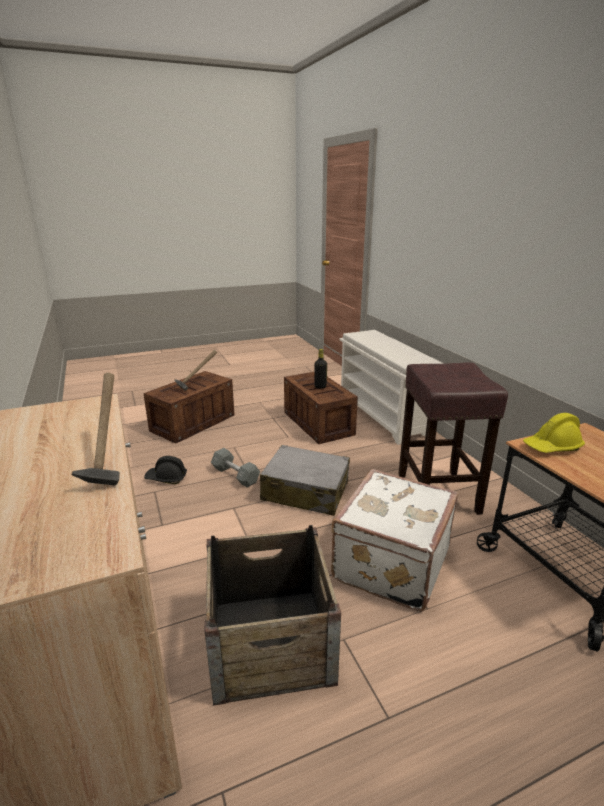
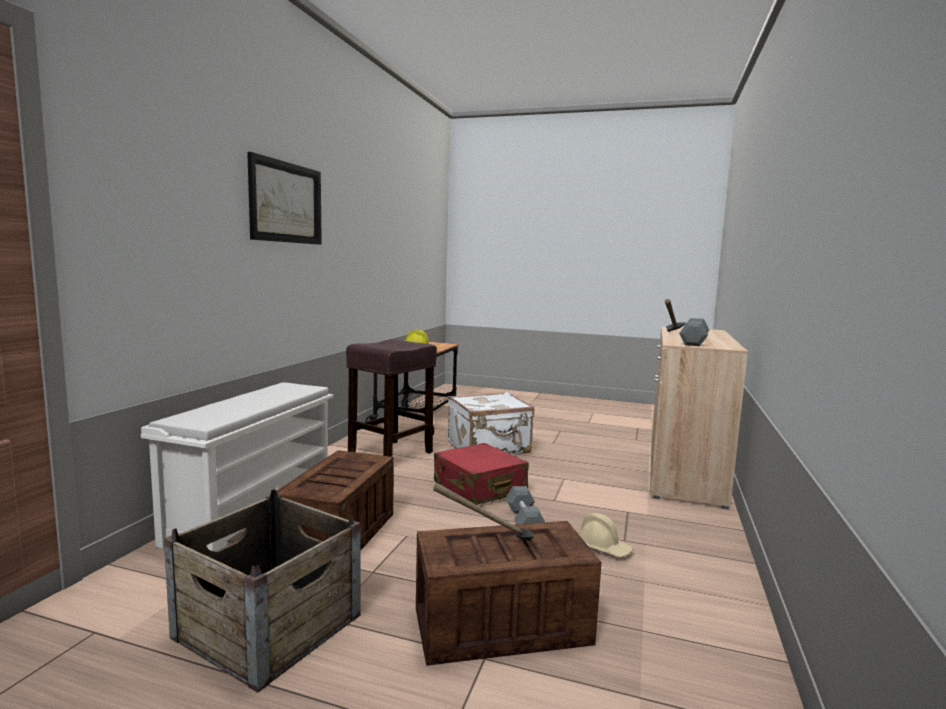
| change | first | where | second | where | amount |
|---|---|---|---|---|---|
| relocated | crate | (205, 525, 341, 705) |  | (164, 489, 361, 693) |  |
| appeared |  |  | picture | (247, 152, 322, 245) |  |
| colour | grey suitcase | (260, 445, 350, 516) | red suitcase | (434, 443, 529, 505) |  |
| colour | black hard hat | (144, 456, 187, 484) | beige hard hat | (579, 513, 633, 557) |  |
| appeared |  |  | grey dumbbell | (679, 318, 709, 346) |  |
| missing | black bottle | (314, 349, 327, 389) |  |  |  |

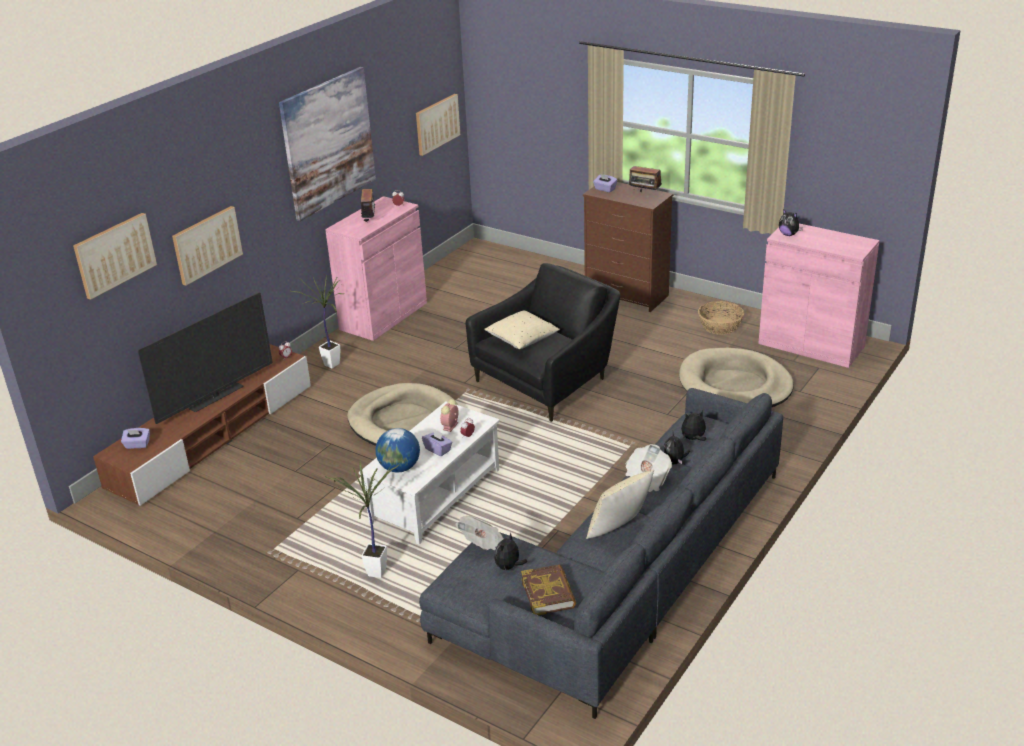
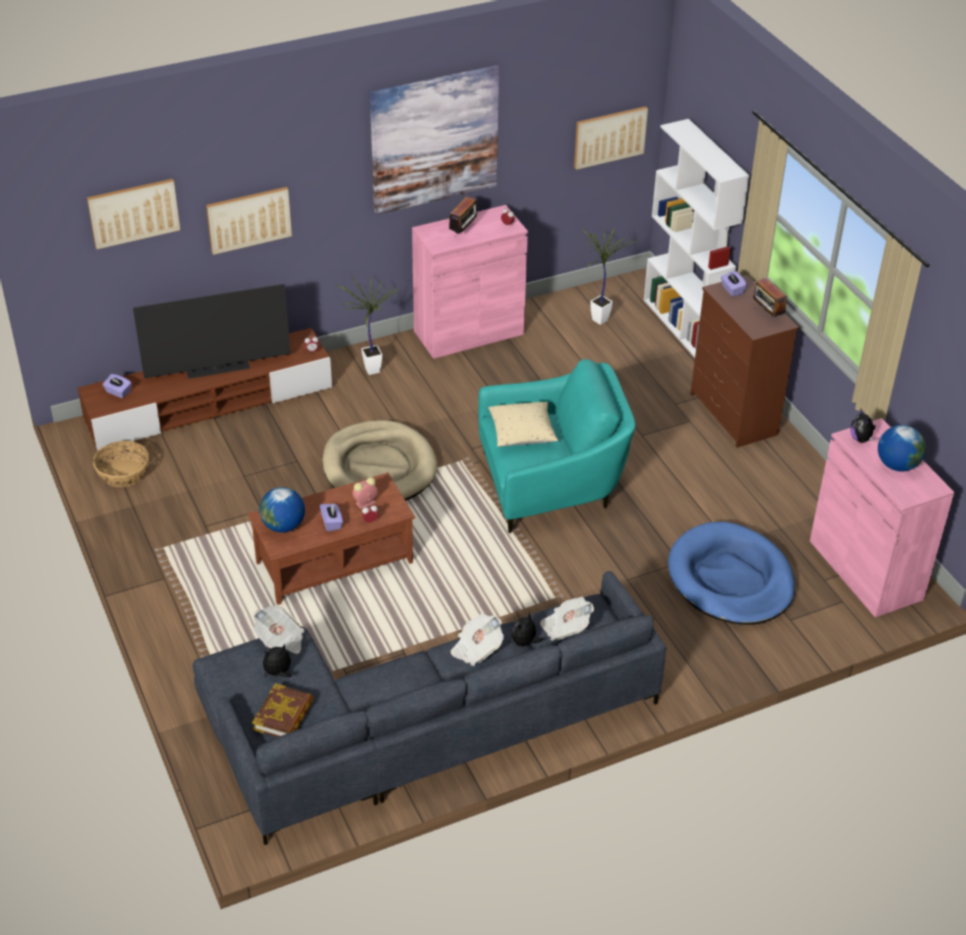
| change | first | where | second | where | amount |
|---|---|---|---|---|---|
| relocated | basket | (698, 301, 744, 335) |  | (93, 441, 149, 487) |  |
| colour | white coffee table | (359, 401, 500, 545) | brown coffee table | (248, 473, 415, 605) |  |
| colour | black armchair | (466, 263, 620, 422) | turquoise armchair | (478, 359, 636, 533) |  |
| exchanged | plush toy | (681, 410, 706, 441) | newspaper | (540, 597, 594, 641) |  |
| relocated | potted plant | (325, 461, 400, 578) |  | (581, 228, 639, 325) |  |
| appeared |  |  | white bookcase | (644, 119, 749, 358) |  |
| colour | beige dog bed | (679, 348, 794, 407) | blue dog bed | (668, 522, 795, 625) |  |
| appeared |  |  | globe | (878, 425, 926, 471) |  |
| missing | beige pillow | (586, 470, 654, 539) |  |  |  |

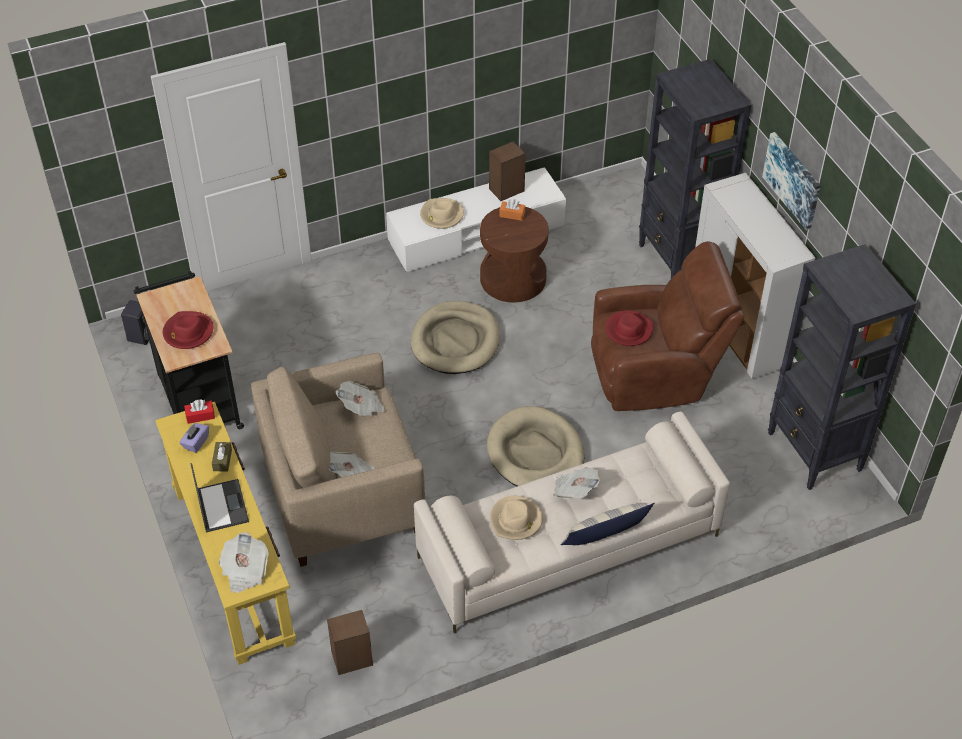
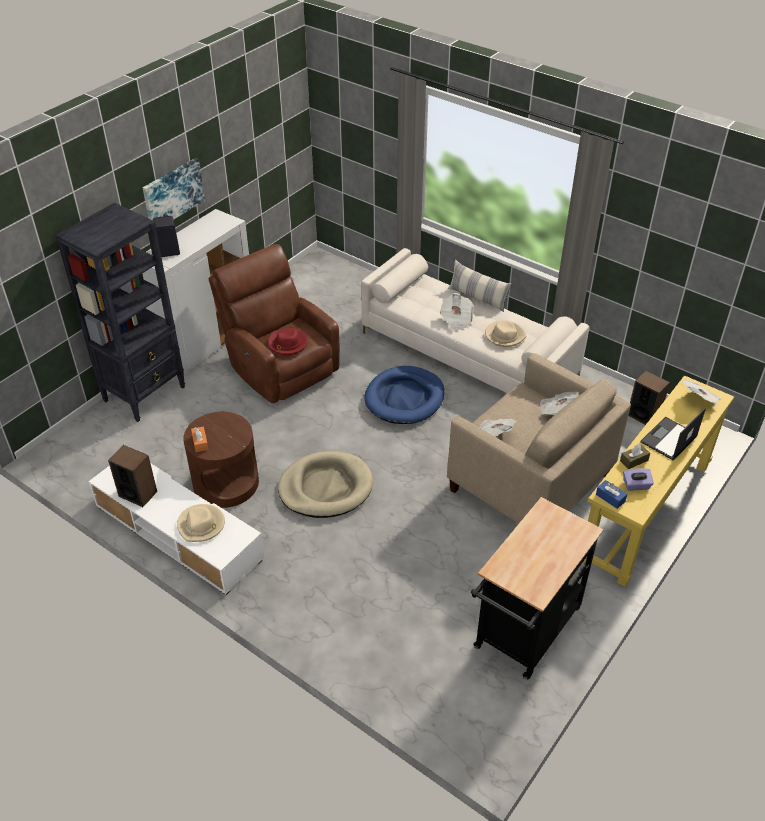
| change | first | where | second | where | amount |
|---|---|---|---|---|---|
| relocated | black speaker | (121, 300, 149, 345) |  | (153, 216, 180, 257) |  |
| colour | beige dog bed | (487, 406, 584, 487) | blue dog bed | (364, 366, 444, 424) |  |
| colour | red tissue box | (184, 399, 215, 424) | blue tissue box | (596, 480, 627, 509) |  |
| missing | red hat | (163, 311, 214, 349) |  |  |  |
| missing | black bookcase | (768, 244, 916, 490) |  |  |  |

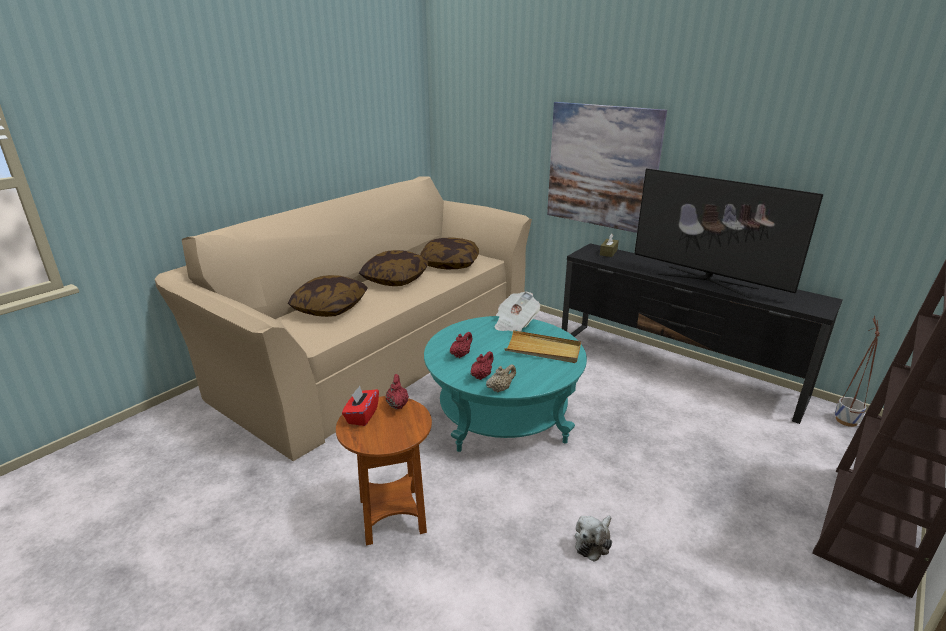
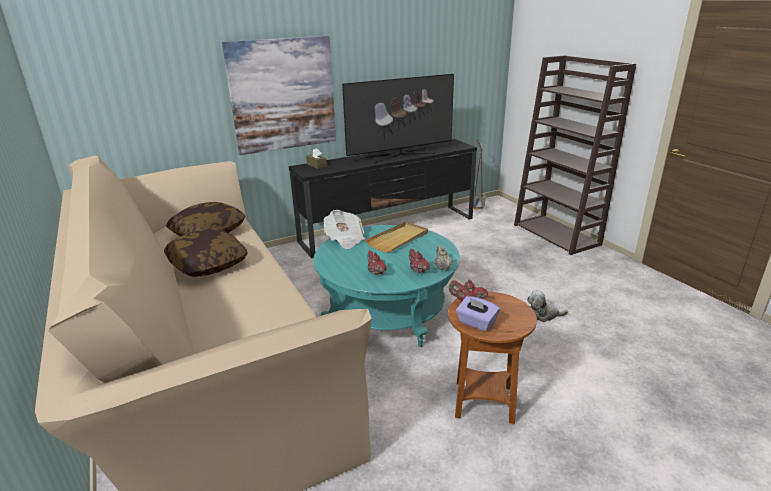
| change | first | where | second | where | amount |
|---|---|---|---|---|---|
| colour | red tissue box | (342, 386, 379, 426) | purple tissue box | (456, 296, 500, 331) |  |
| spun | plush toy | (575, 516, 612, 562) |  | (527, 290, 568, 322) | 120 degrees clockwise |
| missing | pillow | (288, 275, 368, 317) |  |  |  |

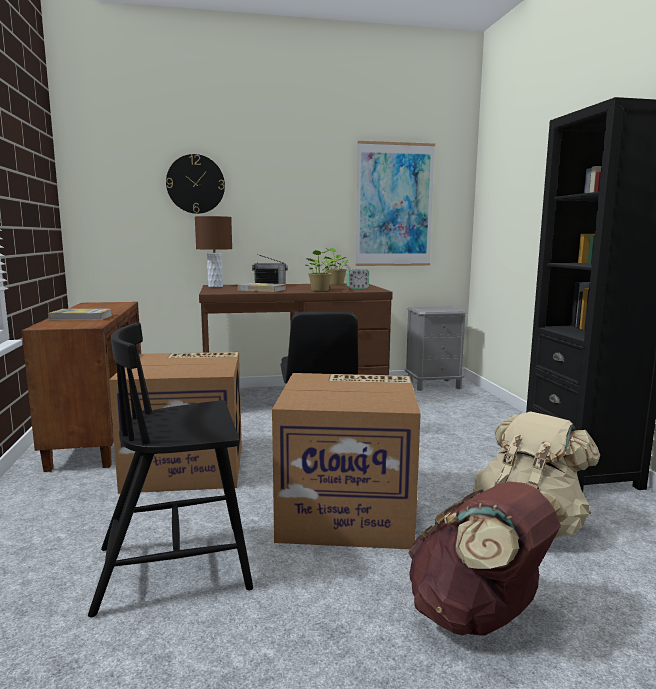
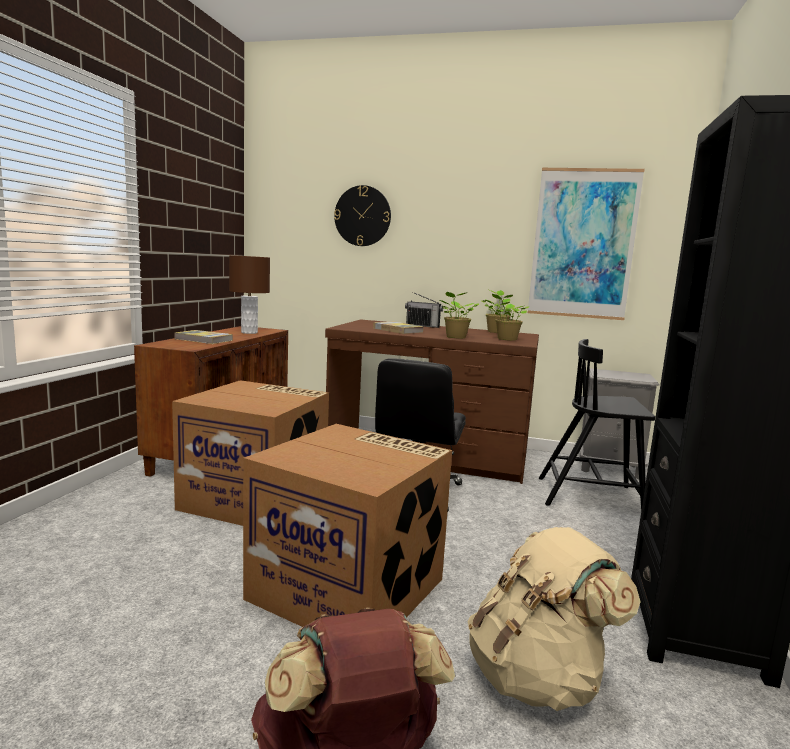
| change | first | where | second | where | amount |
|---|---|---|---|---|---|
| relocated | brown table lamp | (195, 216, 232, 287) |  | (229, 255, 270, 334) |  |
| exchanged | alarm clock | (347, 269, 369, 289) | potted plant | (490, 294, 529, 341) |  |
| relocated | black chair | (88, 323, 253, 617) |  | (539, 339, 655, 510) |  |

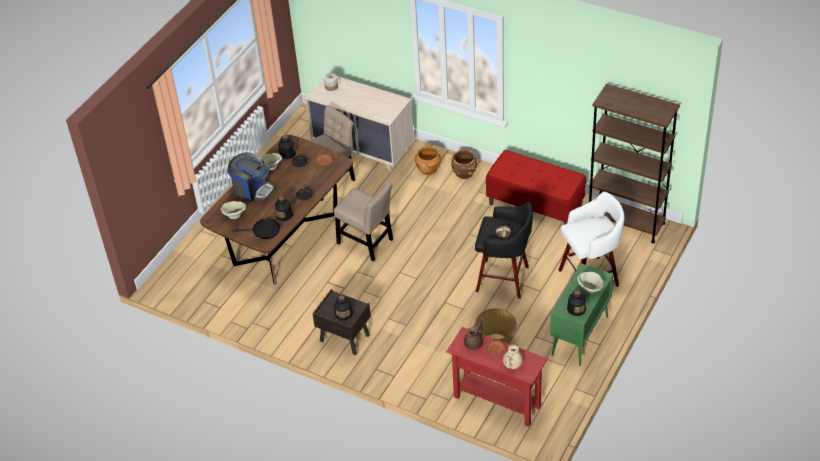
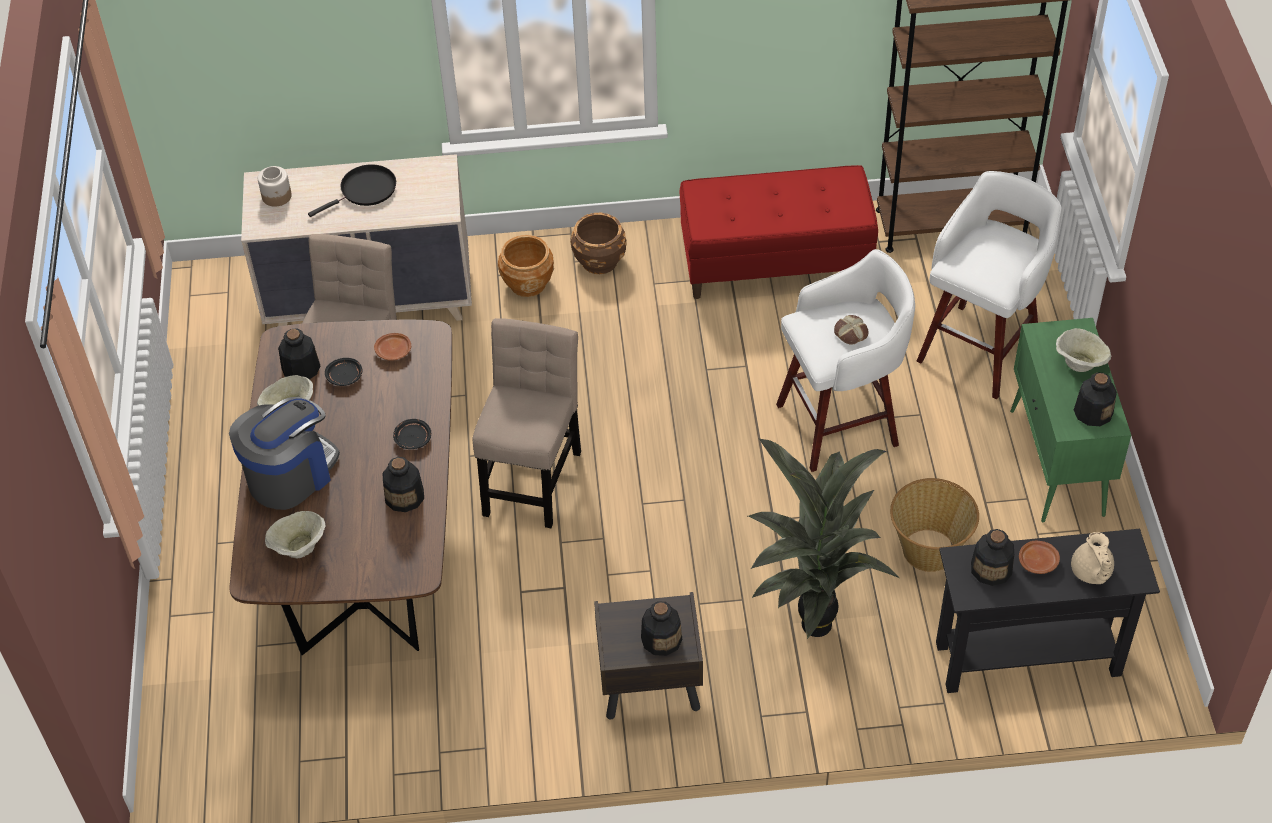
| change | first | where | second | where | amount |
|---|---|---|---|---|---|
| spun | coffee machine | (228, 152, 275, 202) |  | (229, 397, 340, 510) | 45 degrees counterclockwise |
| relocated | black frying pan | (232, 218, 280, 239) |  | (308, 164, 396, 217) |  |
| spun | beige chair | (334, 181, 393, 261) |  | (473, 318, 581, 528) | 75 degrees counterclockwise |
| appeared |  |  | potted plant | (748, 439, 899, 639) |  |
| colour | black stool | (475, 202, 533, 299) | white stool | (776, 249, 915, 472) |  |
| colour | red console table | (446, 327, 548, 427) | black console table | (936, 529, 1160, 693) |  |
| exchanged | brown teapot | (464, 318, 483, 350) | bottle | (971, 529, 1014, 586) |  |

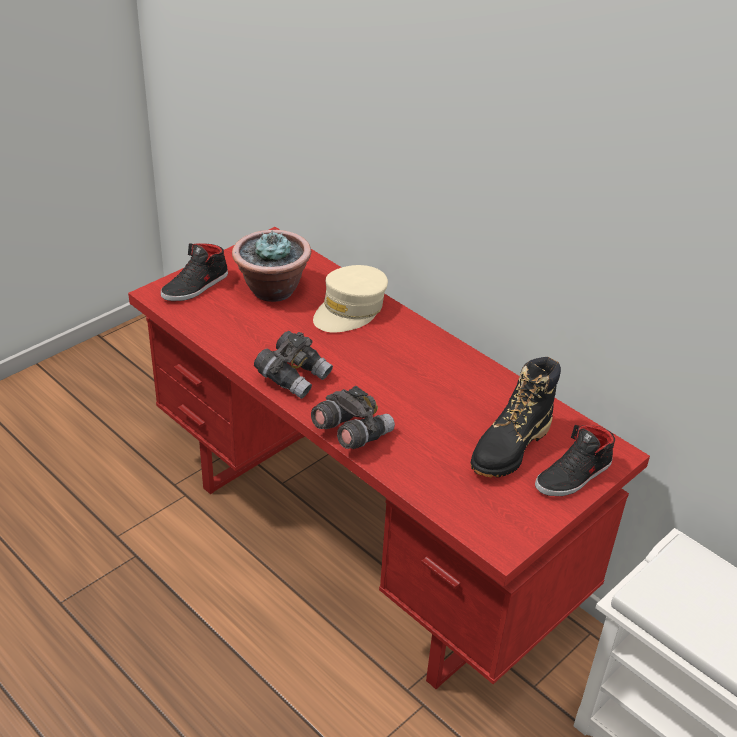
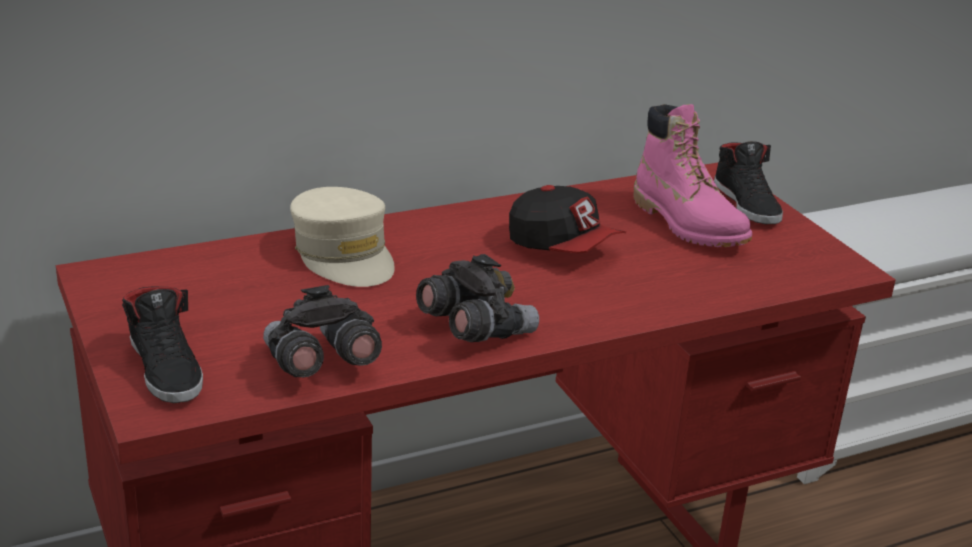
| change | first | where | second | where | amount |
|---|---|---|---|---|---|
| relocated | grey binoculars | (311, 386, 395, 449) |  | (263, 285, 382, 377) |  |
| appeared |  |  | cap | (509, 185, 626, 253) |  |
| colour | black boot | (471, 357, 561, 477) | pink boot | (634, 104, 752, 247) |  |
| missing | potted plant | (232, 230, 311, 302) |  |  |  |

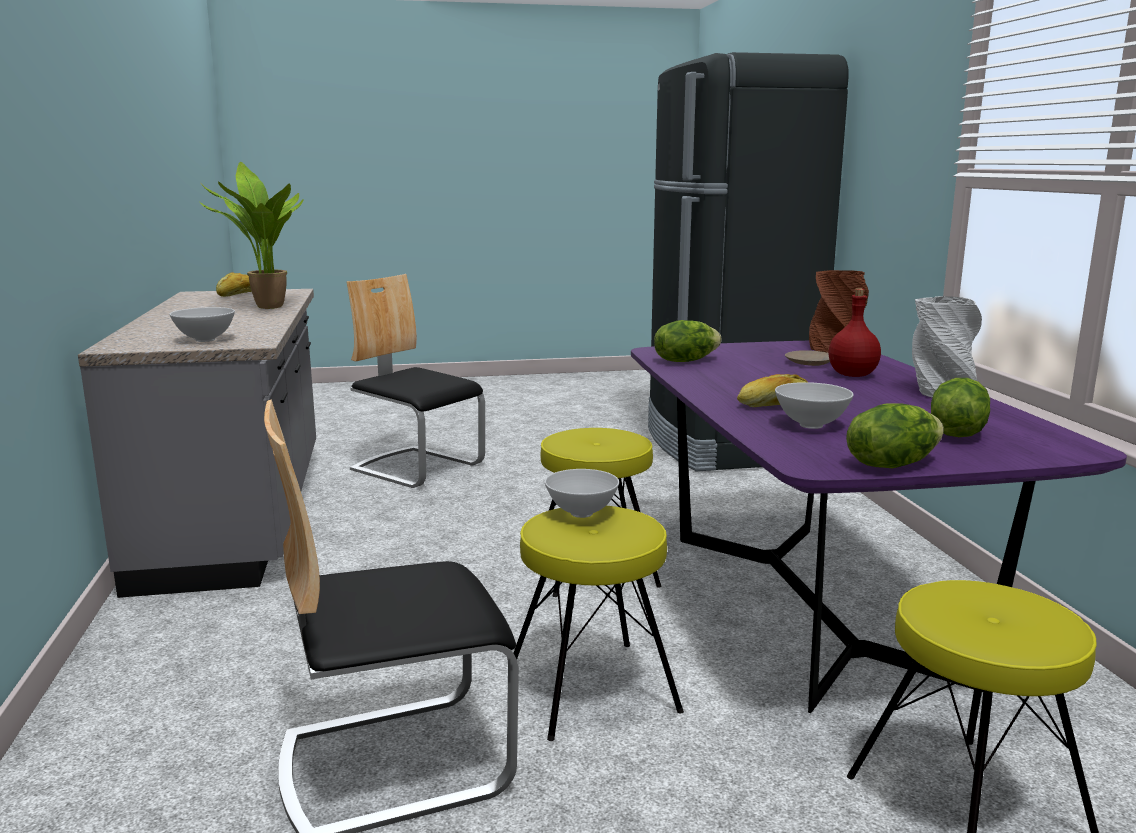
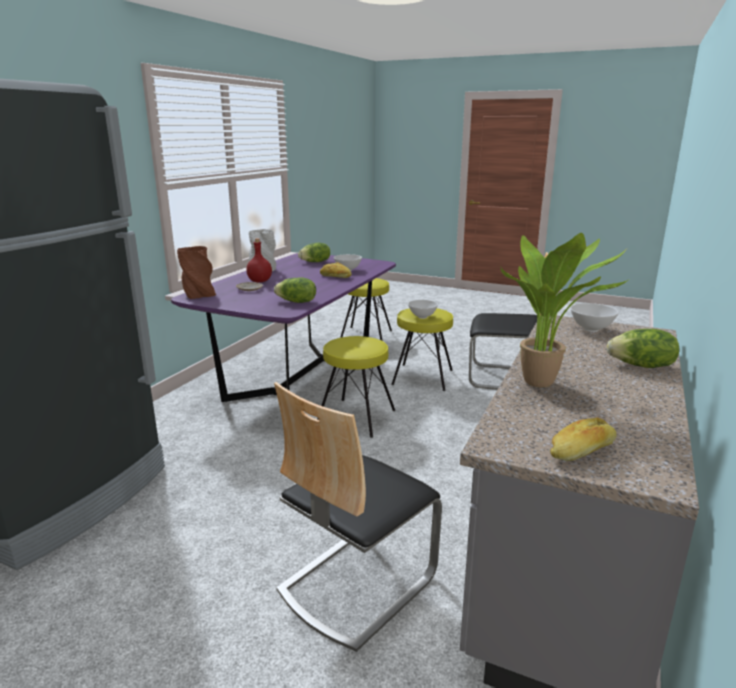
| change | first | where | second | where | amount |
|---|---|---|---|---|---|
| spun | chair | (347, 274, 485, 488) |  | (274, 382, 442, 652) | 60 degrees clockwise |
| relocated | lettuce | (846, 403, 944, 468) |  | (607, 329, 679, 368) |  |

